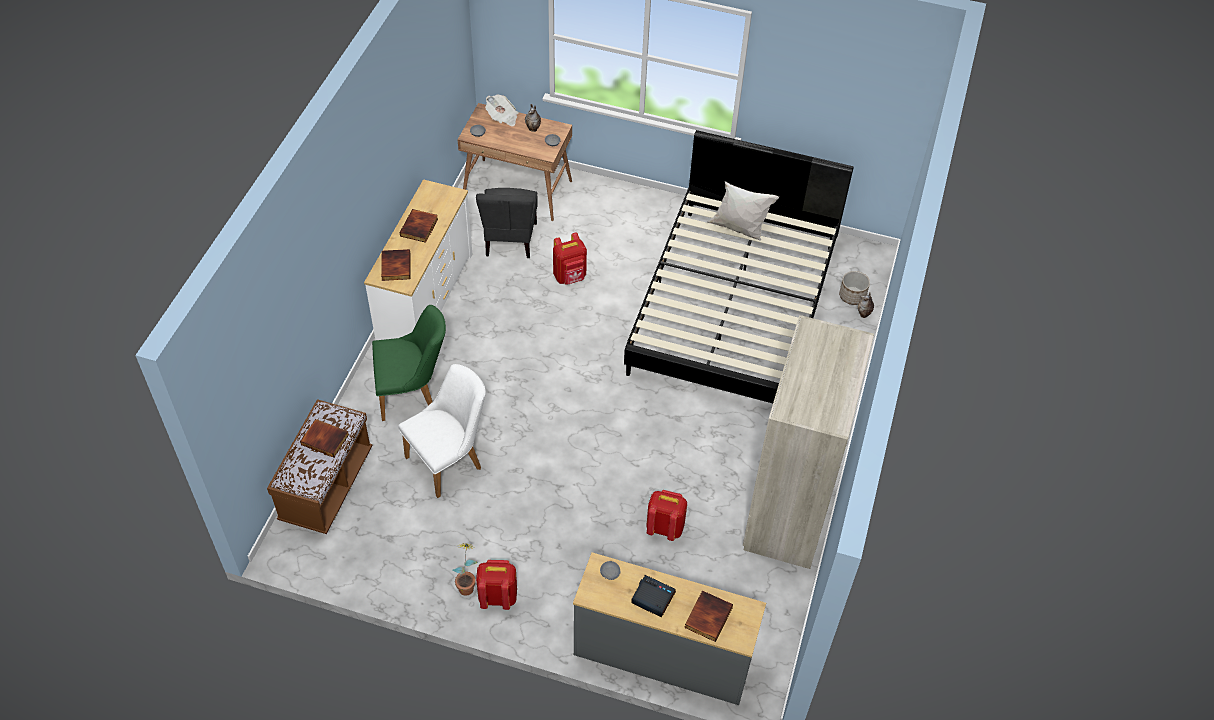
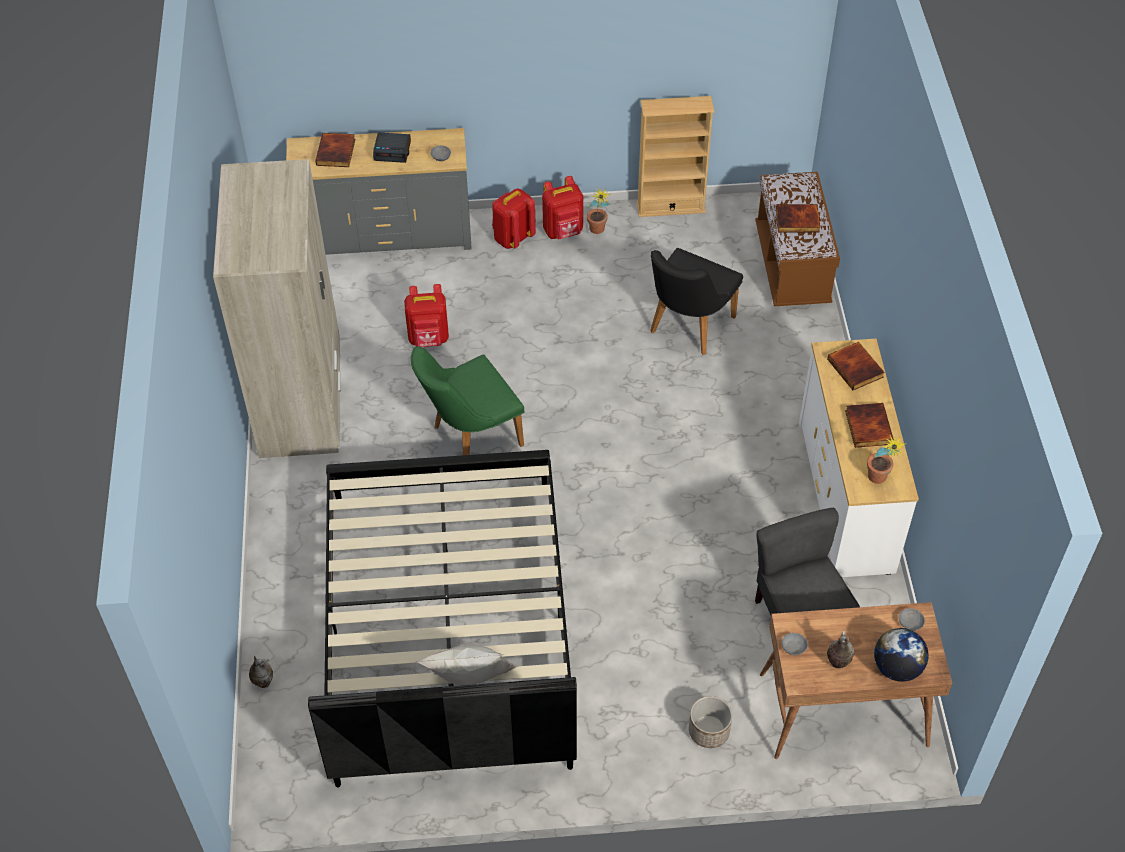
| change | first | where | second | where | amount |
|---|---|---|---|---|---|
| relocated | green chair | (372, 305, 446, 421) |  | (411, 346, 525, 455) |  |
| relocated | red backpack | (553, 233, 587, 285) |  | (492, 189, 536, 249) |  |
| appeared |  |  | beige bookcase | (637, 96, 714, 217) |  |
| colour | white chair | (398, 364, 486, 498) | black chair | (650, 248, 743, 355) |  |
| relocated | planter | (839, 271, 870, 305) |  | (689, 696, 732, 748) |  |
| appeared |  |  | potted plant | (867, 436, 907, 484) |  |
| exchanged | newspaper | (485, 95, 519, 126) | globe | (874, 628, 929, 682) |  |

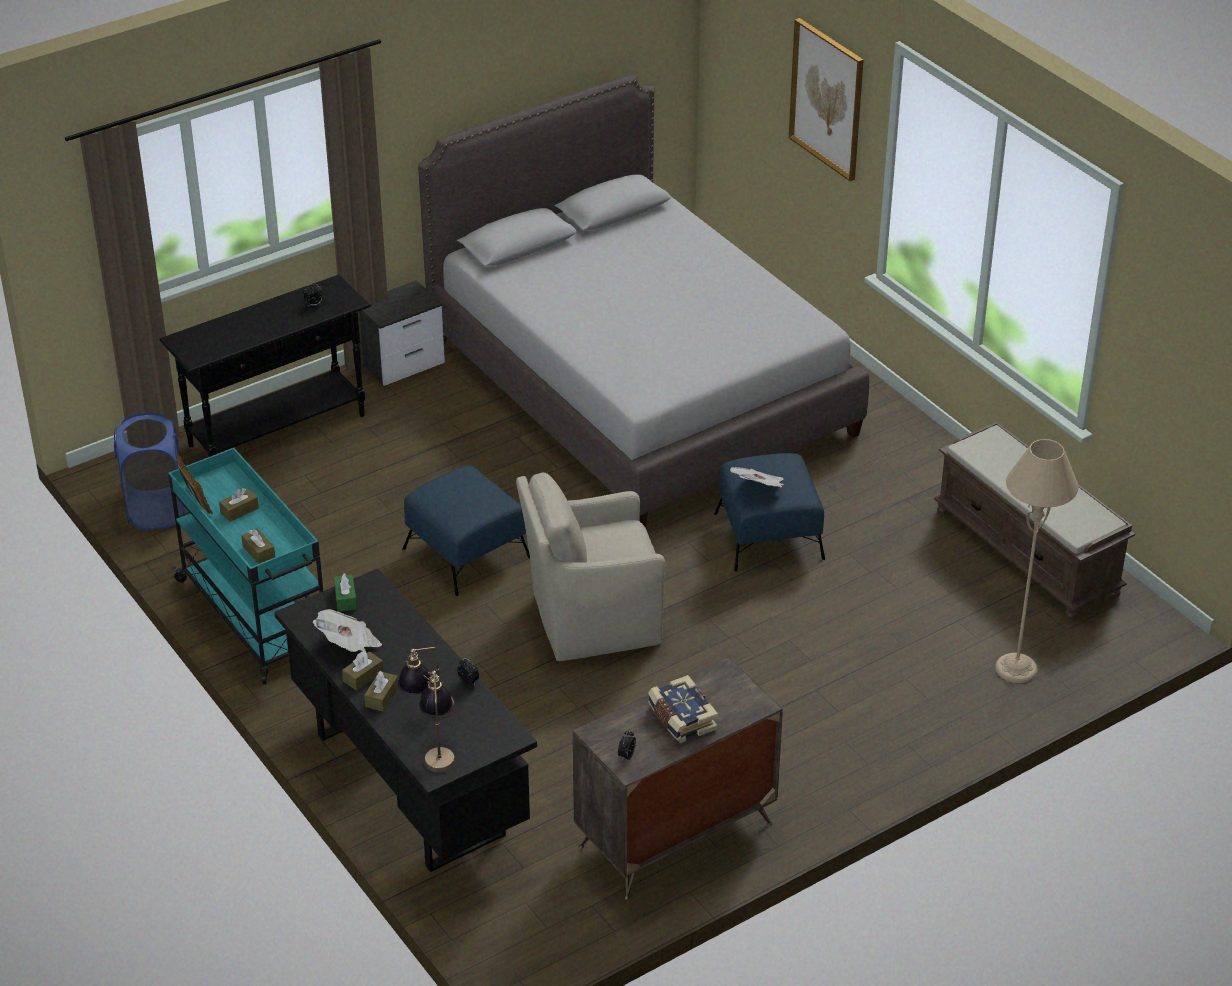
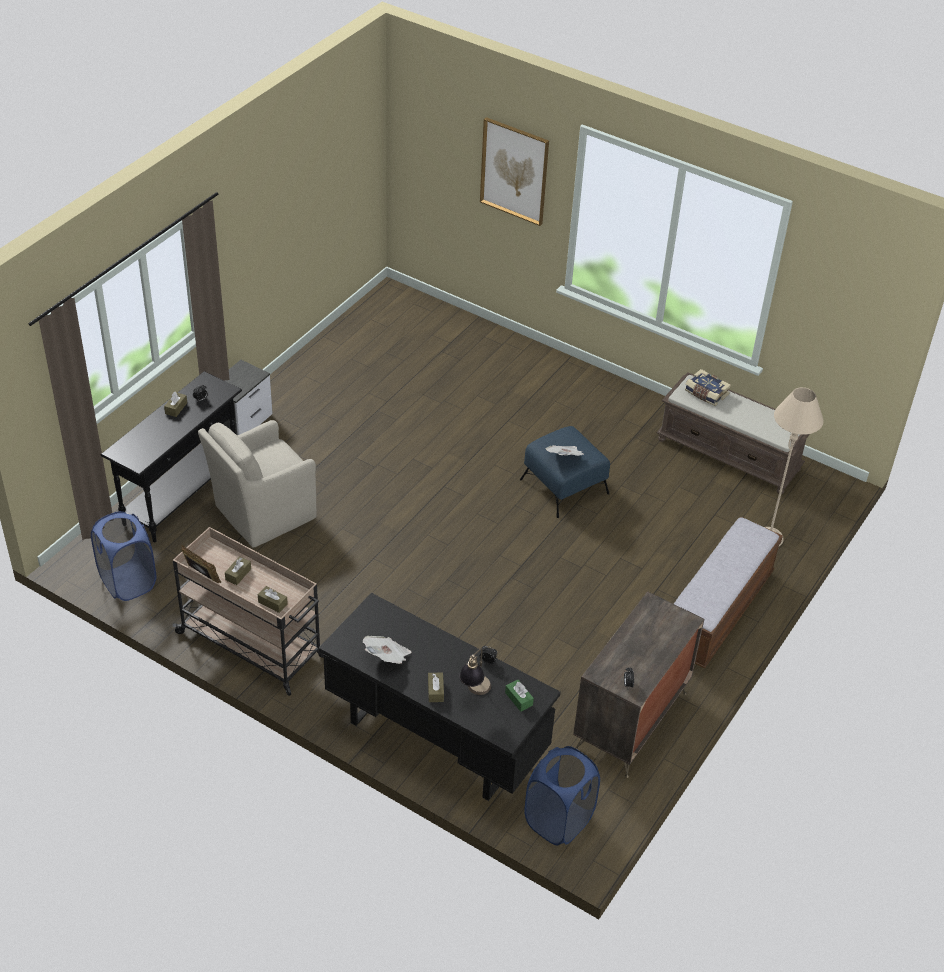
| change | first | where | second | where | amount |
|---|---|---|---|---|---|
| relocated | brown tissue box | (342, 651, 384, 691) |  | (164, 392, 187, 417) |  |
| colour | turquoise cart | (168, 448, 323, 685) | beige cart | (173, 527, 324, 696) |  |
| relocated | beige armchair | (516, 473, 665, 661) |  | (198, 420, 317, 548) |  |
| relocated | green tissue box | (334, 573, 357, 612) |  | (505, 680, 534, 712) |  |
| appeared |  |  | blue laundry basket | (524, 746, 600, 845) |  |
| appeared |  |  | bench | (674, 517, 783, 669) |  |
| relocated | book | (648, 675, 718, 743) |  | (685, 369, 731, 406) |  |
| missing | blue ottoman | (403, 466, 530, 596) |  |  |  |
| missing | grey bed | (418, 74, 869, 526) |  |  |  |
| missing | table lamp | (419, 670, 456, 773) |  |  |  |

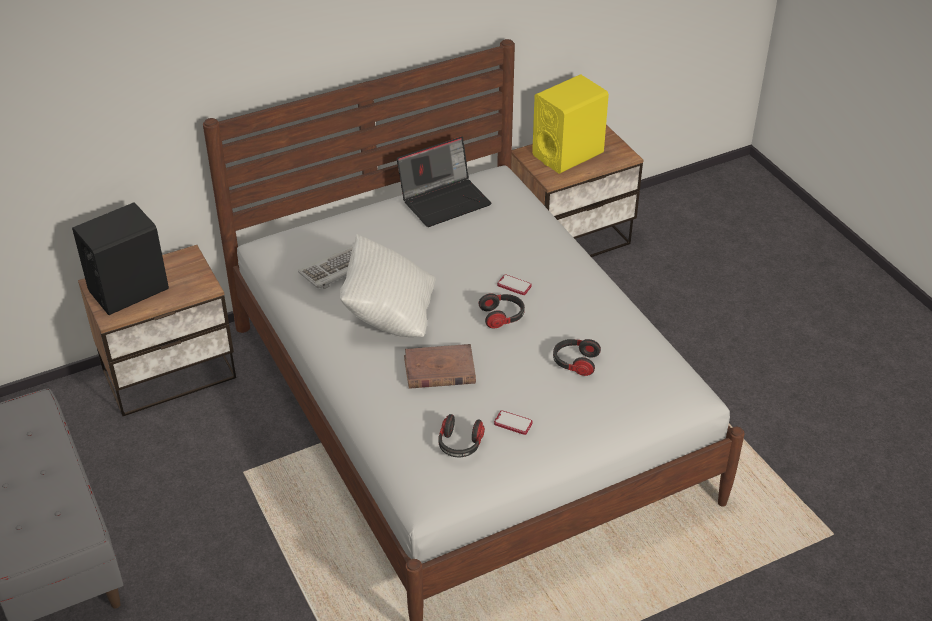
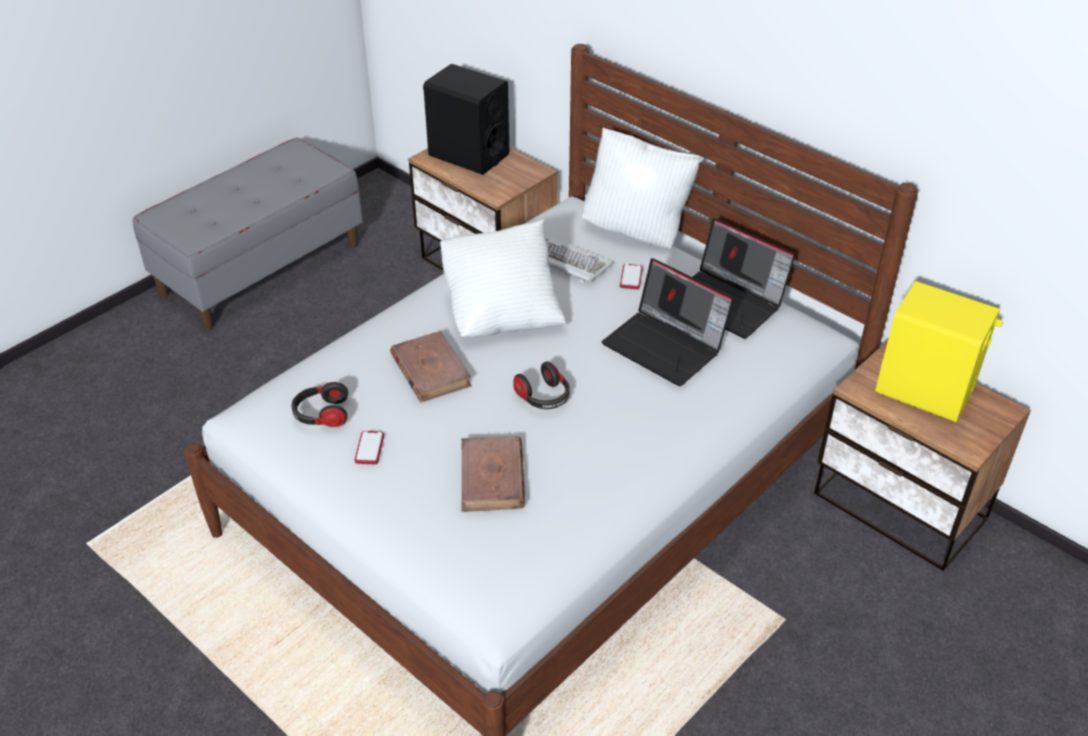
| change | first | where | second | where | amount |
|---|---|---|---|---|---|
| exchanged | headphones | (553, 339, 601, 376) | brown book | (462, 436, 525, 512) |  |
| appeared |  |  | white pillow | (581, 127, 704, 249) |  |
| appeared |  |  | laptop | (602, 258, 734, 386) |  |
| relocated | phone | (497, 274, 532, 295) |  | (620, 264, 643, 289) |  |

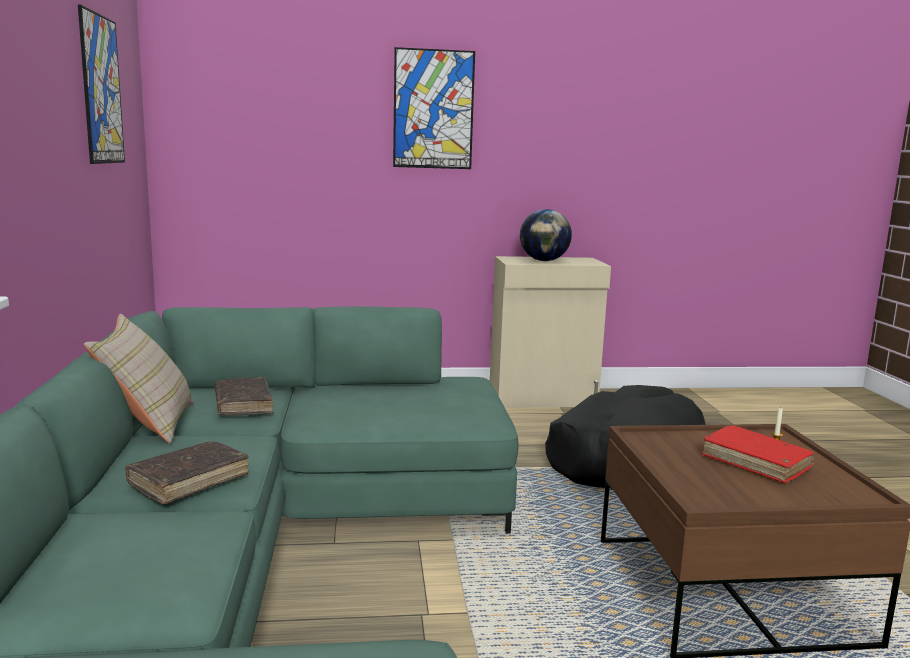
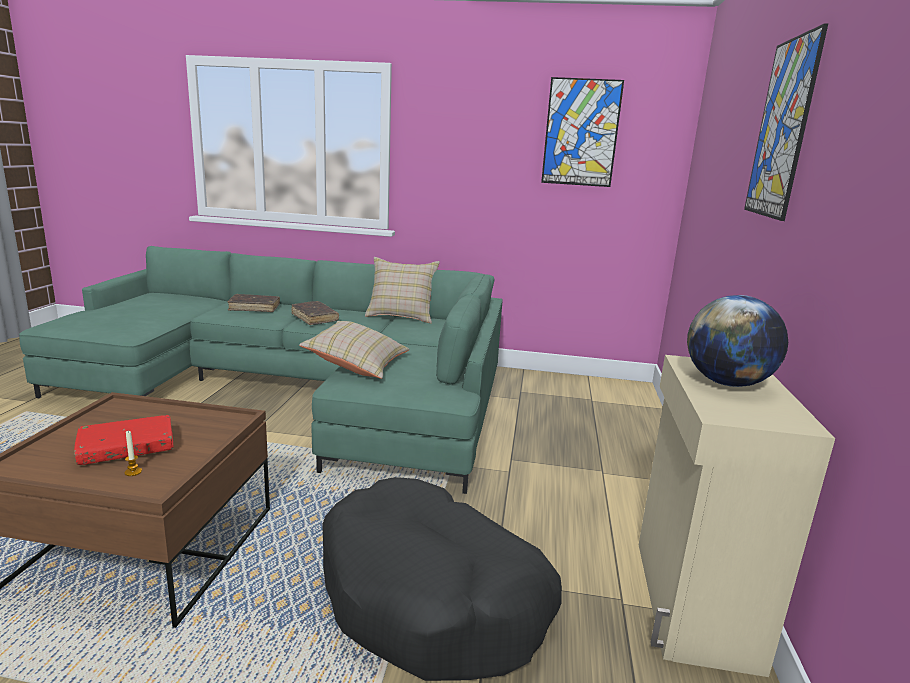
| change | first | where | second | where | amount |
|---|---|---|---|---|---|
| relocated | brown book | (215, 377, 273, 415) |  | (227, 294, 280, 312) |  |
| appeared |  |  | beige pillow | (299, 321, 409, 379) |  |

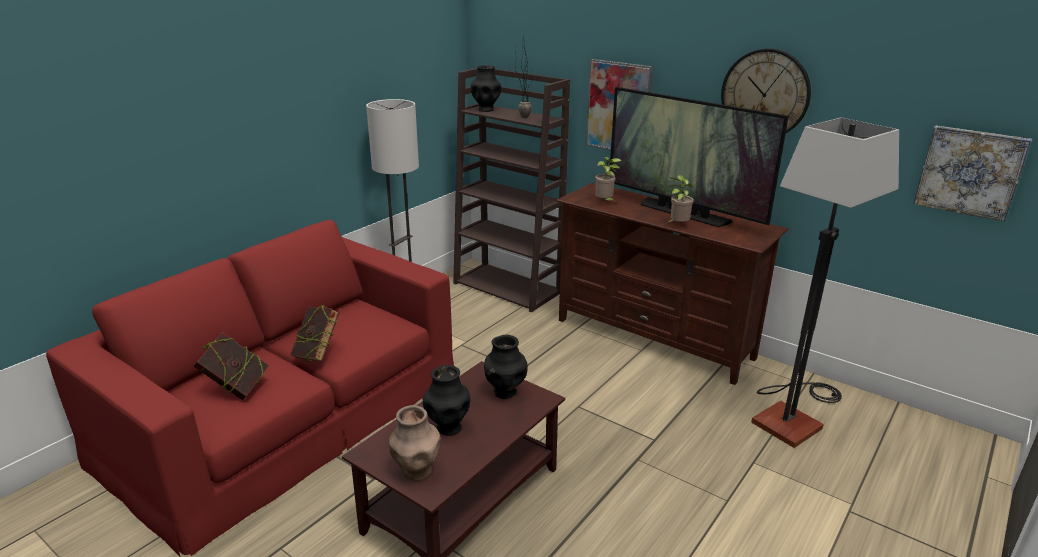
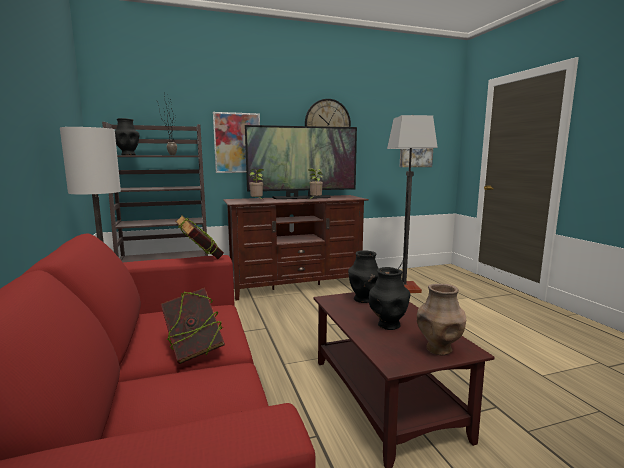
| change | first | where | second | where | amount |
|---|---|---|---|---|---|
| relocated | book | (193, 332, 269, 400) |  | (175, 215, 224, 259) |  |

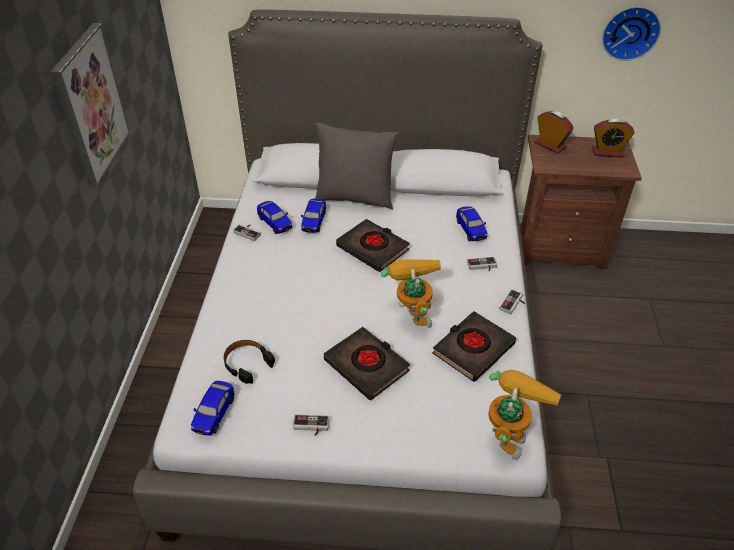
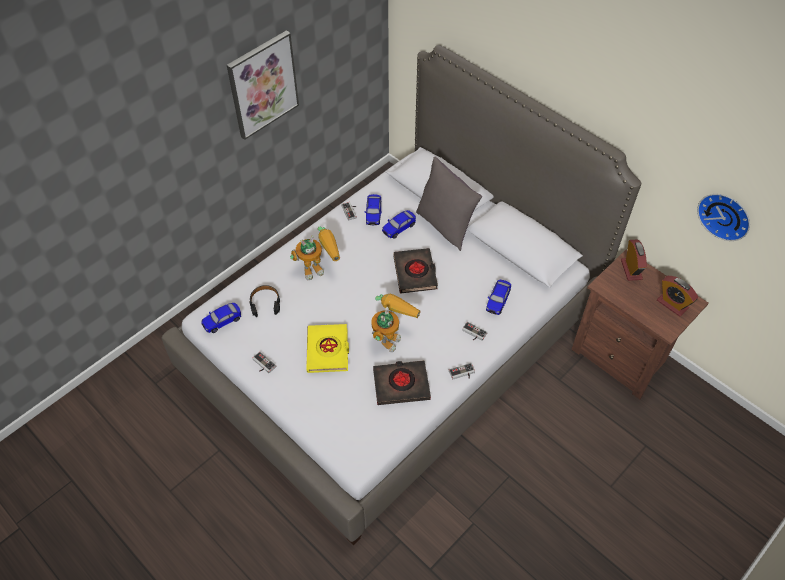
| change | first | where | second | where | amount |
|---|---|---|---|---|---|
| relocated | toy robot | (488, 370, 562, 460) |  | (290, 226, 340, 280) |  |
| colour | black book | (324, 327, 410, 401) | yellow book | (306, 324, 349, 373) |  |

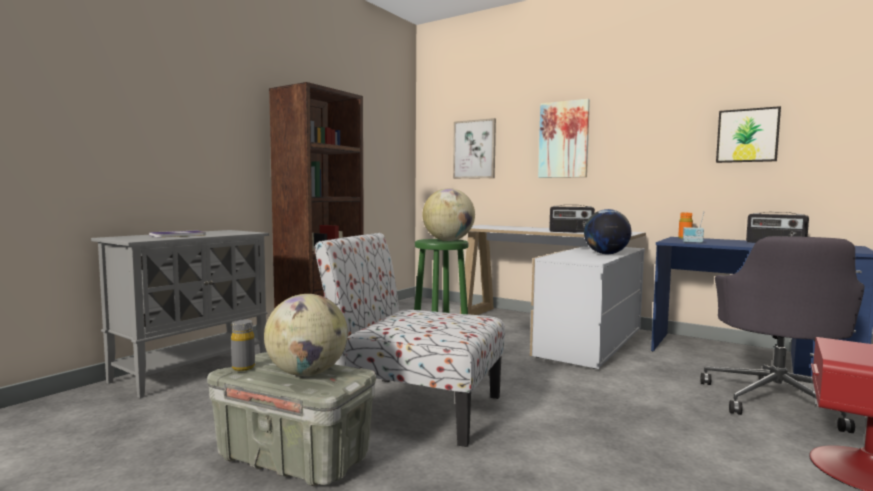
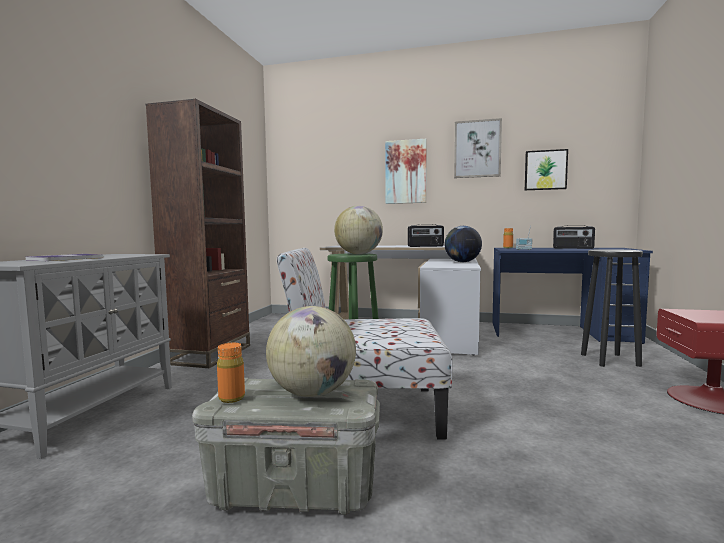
| change | first | where | second | where | amount |
|---|---|---|---|---|---|
| colour | grey bottle | (231, 320, 255, 371) | orange bottle | (217, 343, 245, 403) |  |
| relocated | picture | (453, 118, 496, 179) |  | (454, 118, 502, 178) |  |
| exchanged | grey office chair | (700, 236, 865, 433) | black stool | (581, 249, 643, 367) |  |

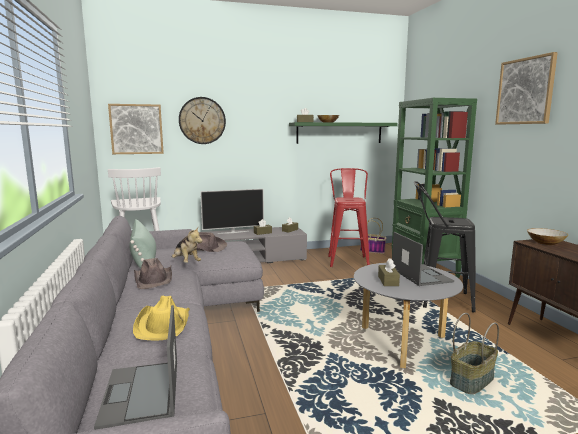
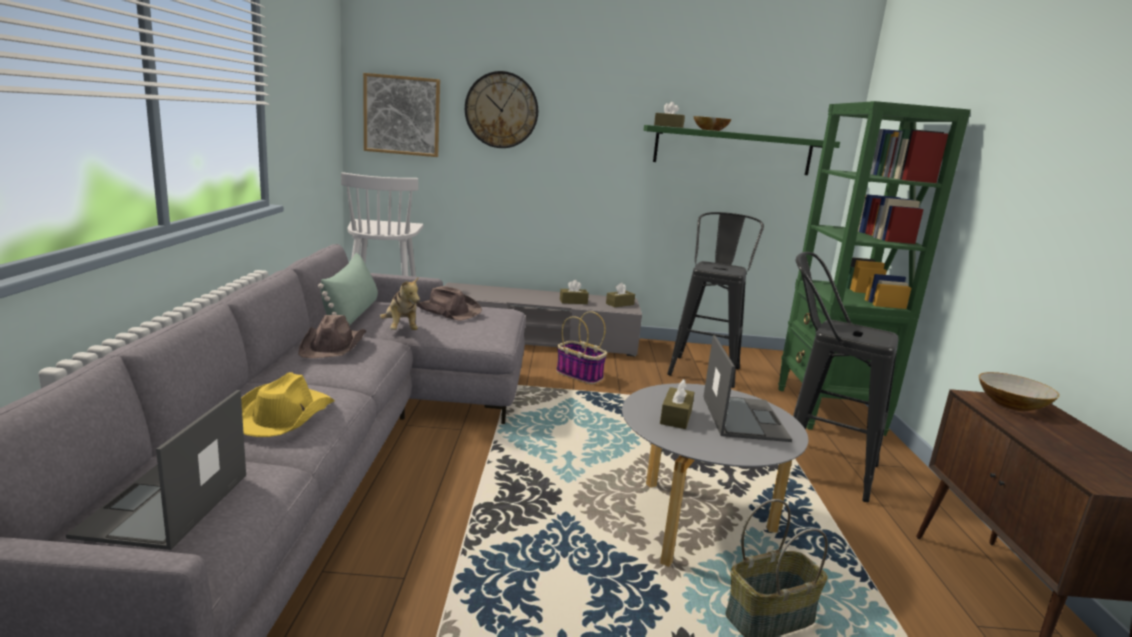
| change | first | where | second | where | amount |
|---|---|---|---|---|---|
| relocated | basket | (360, 218, 386, 254) |  | (556, 311, 607, 384) |  |
| colour | red stool | (328, 168, 370, 267) | black stool | (667, 212, 764, 388) |  |
| missing | television | (200, 189, 264, 234) |  |  |  |
| missing | picture | (495, 52, 558, 125) |  |  |  |

